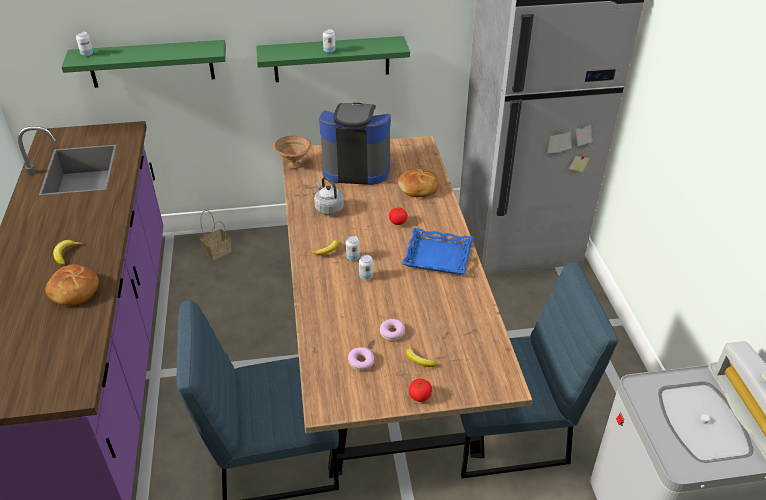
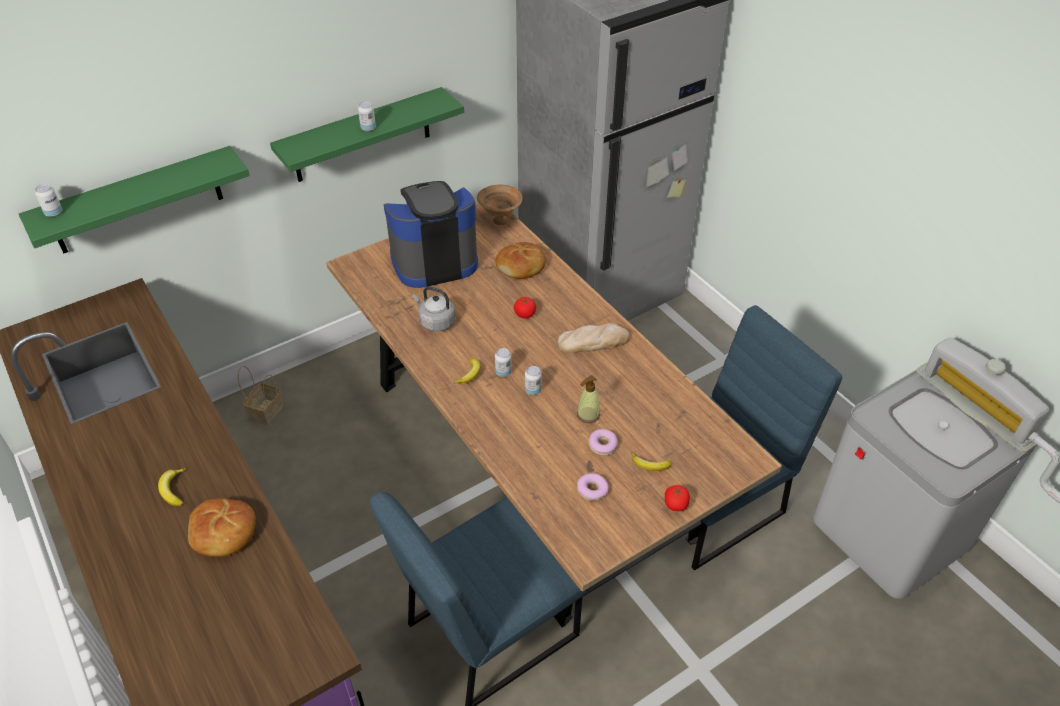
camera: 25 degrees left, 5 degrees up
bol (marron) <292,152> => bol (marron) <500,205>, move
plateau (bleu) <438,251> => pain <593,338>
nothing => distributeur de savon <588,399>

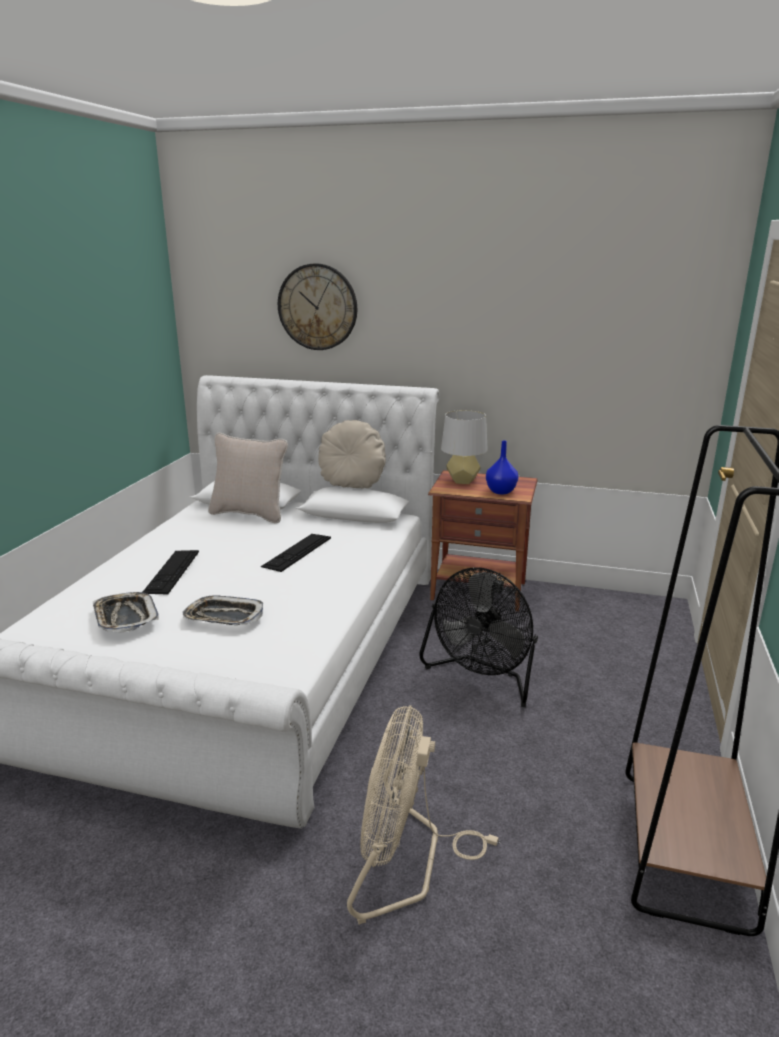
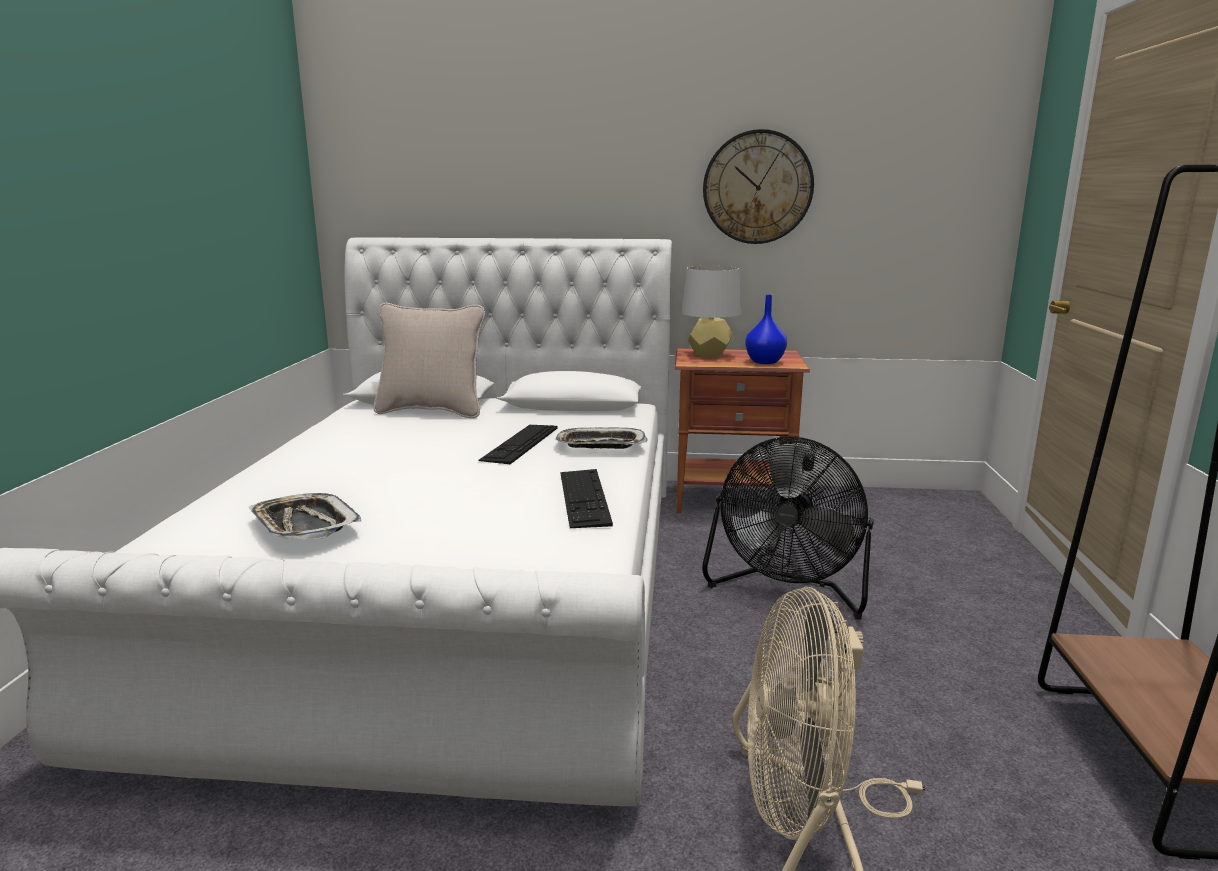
camera: 10 degrees left, 5 degrees down
plateau <223,610> => plateau <601,438>, move
clavier <171,572> => clavier <586,498>, move
horloge murale <317,306> => horloge murale <758,186>, move
coussin (beige) <352,454> => nothing

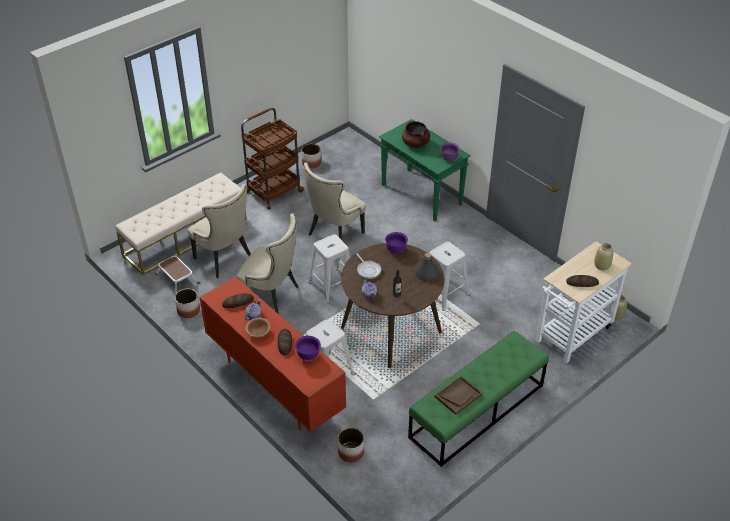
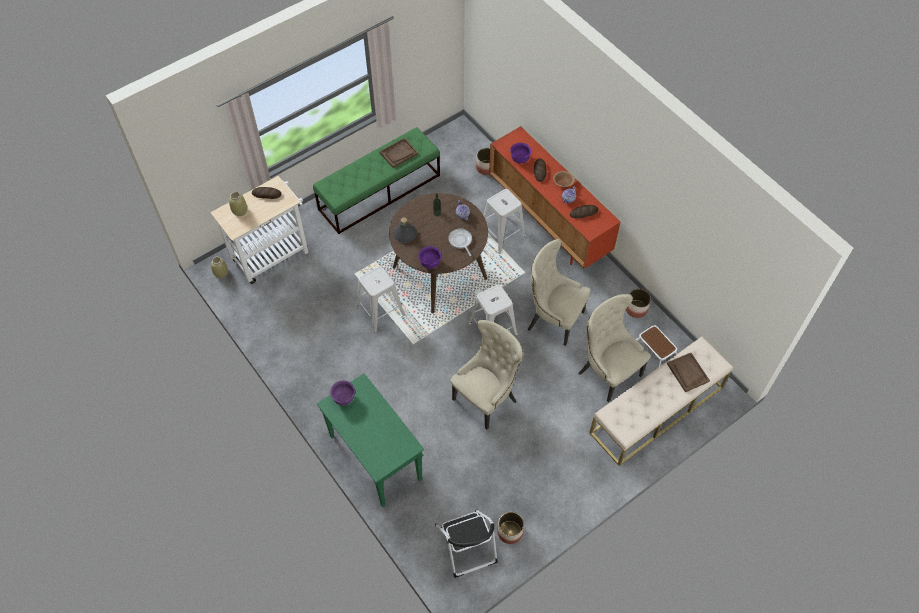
camera: 175 degrees left, 15 degrees up
nothing => escabeau <466,544>
nothing => plateau (marron) <688,372>
chariot (marron) <272,159> => nothing
marmite (marron) <416,134> => nothing

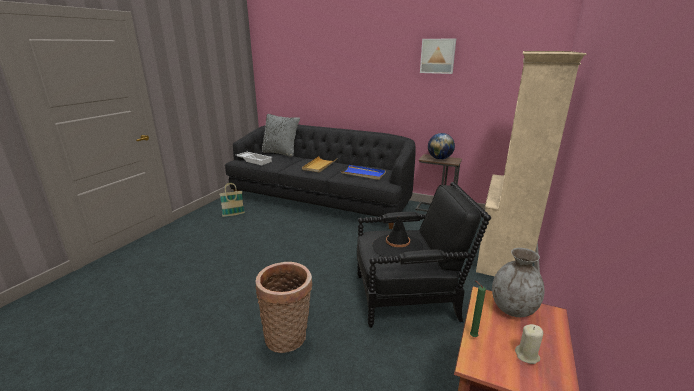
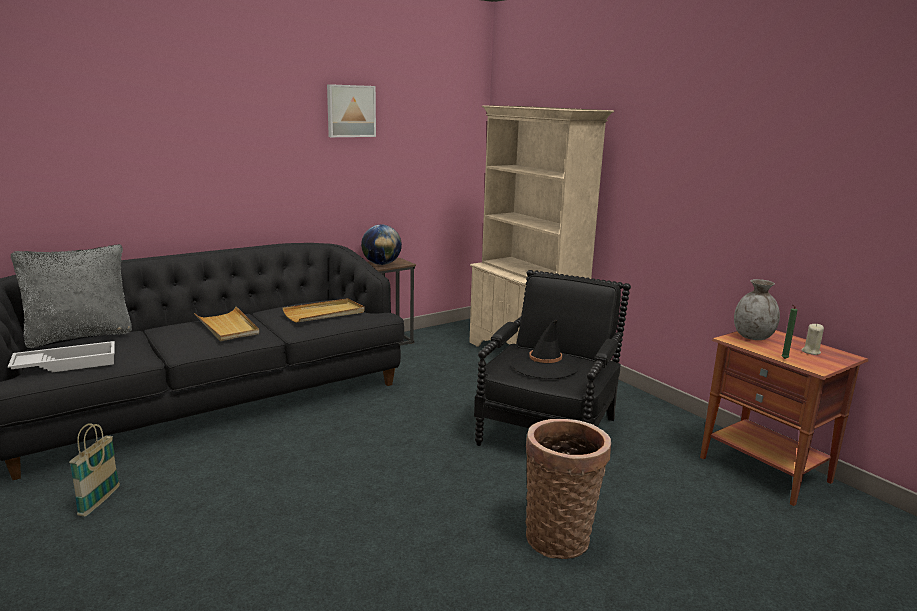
camera: 60 degrees left, 5 degrees down
plateau (bleu) <363,172> => plateau (beige) <323,310>

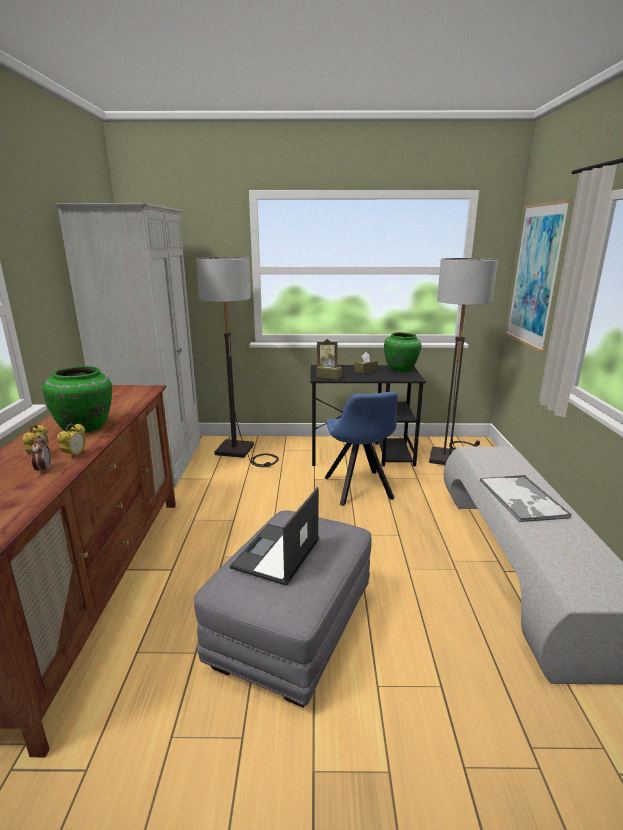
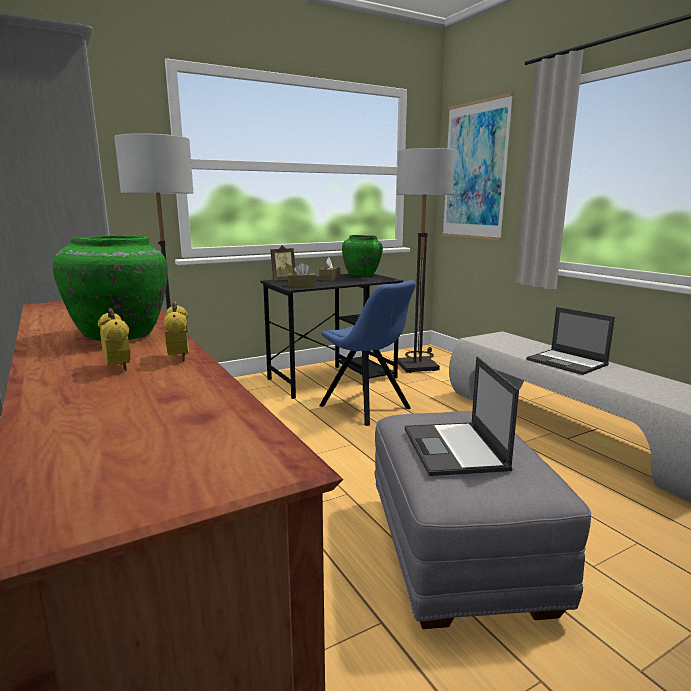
camera: 30 degrees left, 5 degrees down
plateau <526,498> => ordinateur portable <570,341>
réveil <41,454> => nothing

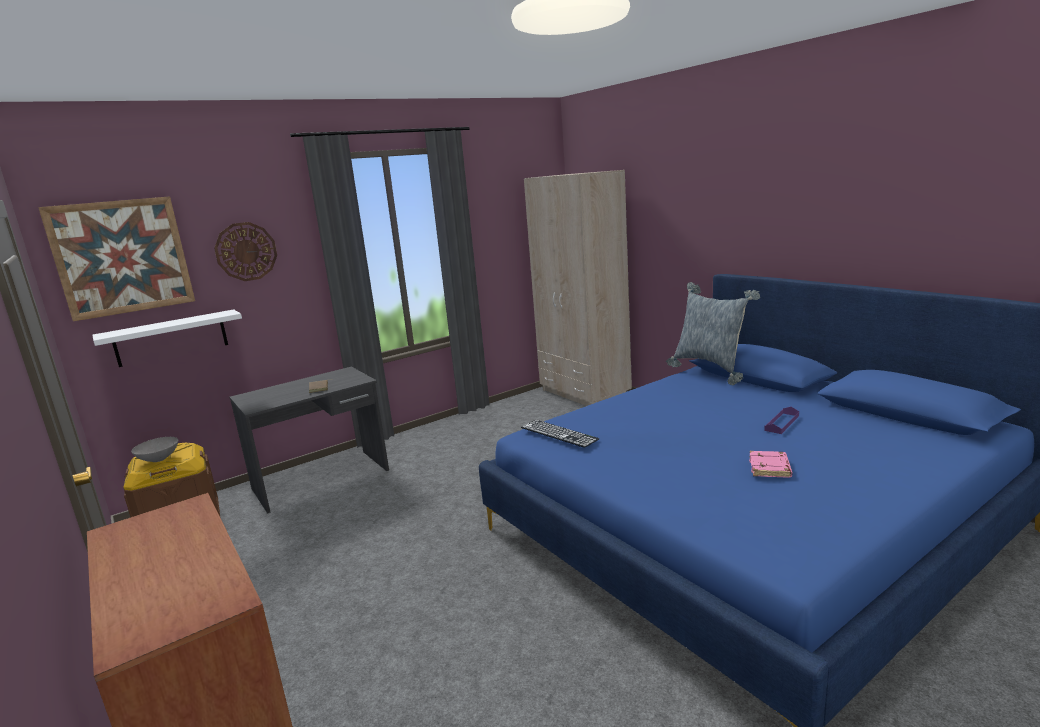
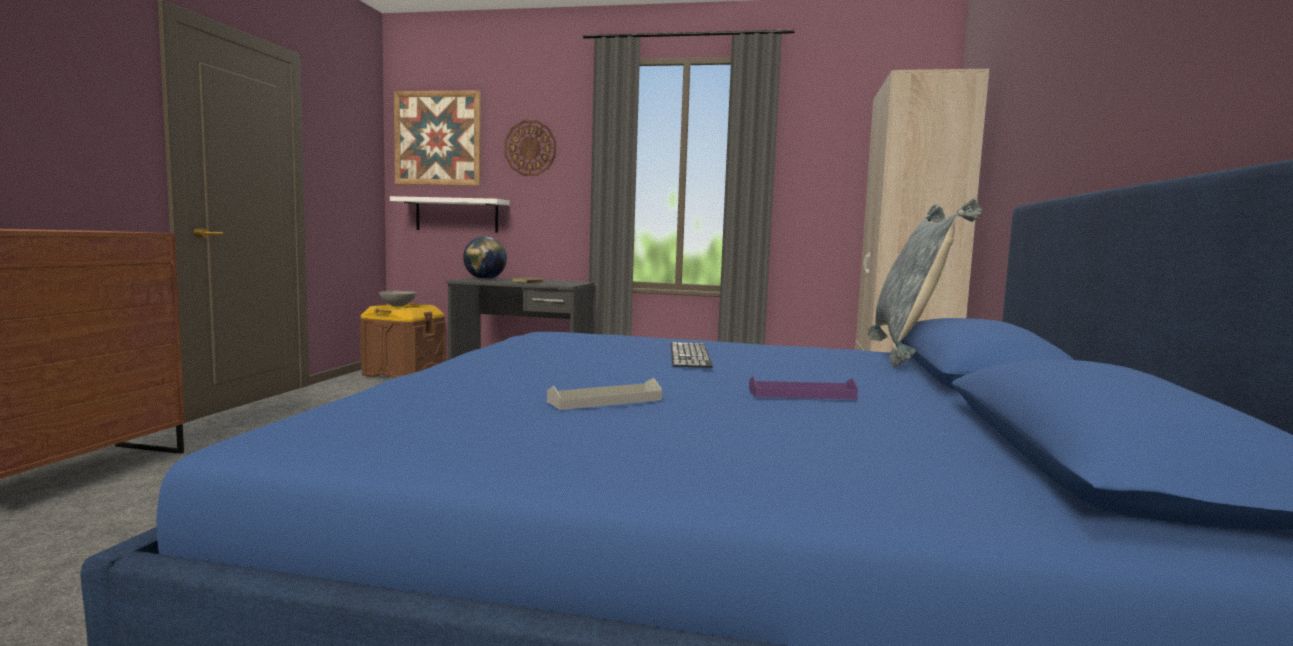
camera: 45 degrees right, 10 degrees down
nothing => globe <485,257>
livre (rose) <770,464> => plateau (gris) <604,394>
clavier <560,434> => clavier <692,355>, move

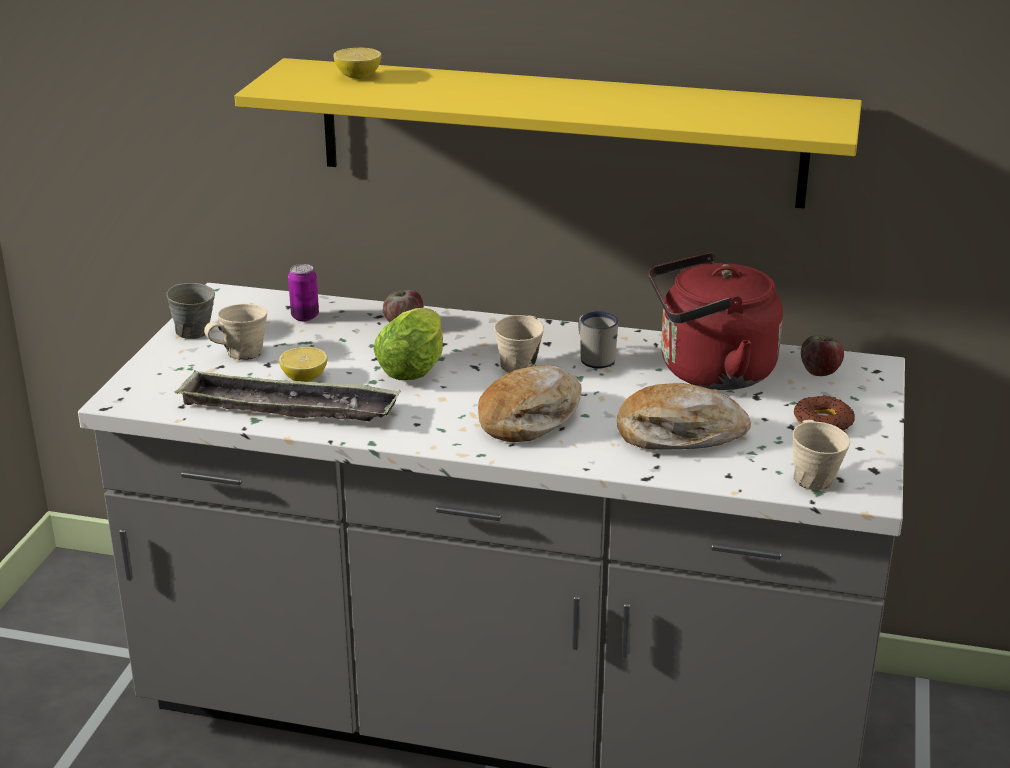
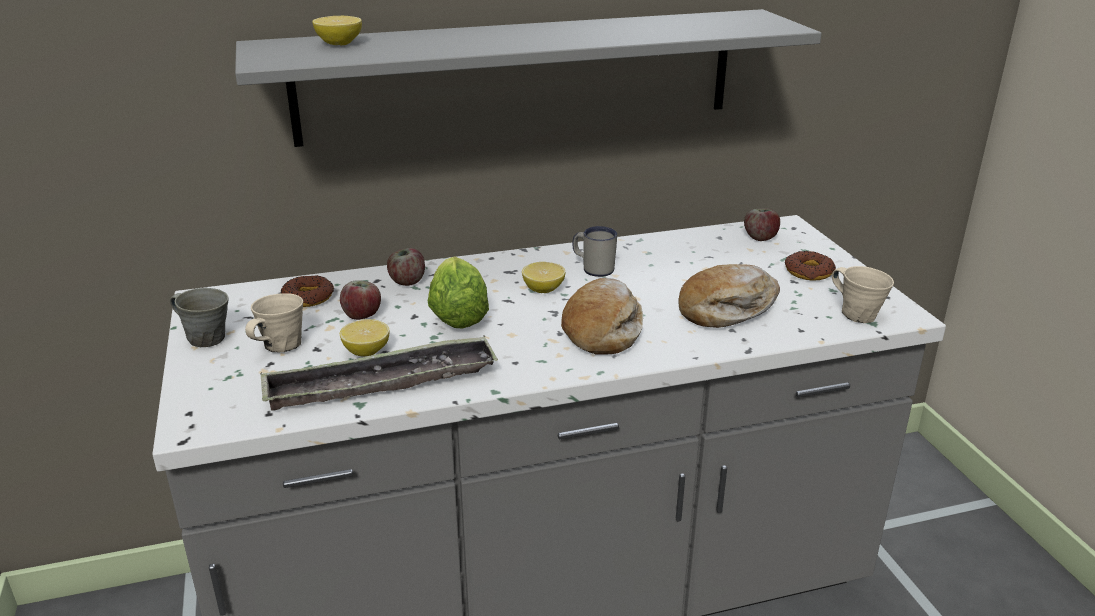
camera: 30 degrees left, 0 degrees up
étagère (jaune) <548,133> => étagère (gris) <528,78>
boîte métallique <303,293> => beignet <307,291>
nothing => pomme <360,300>
mug (beige) <519,344> => citron <543,277>
bouilloire (rouge) <716,321> => nothing

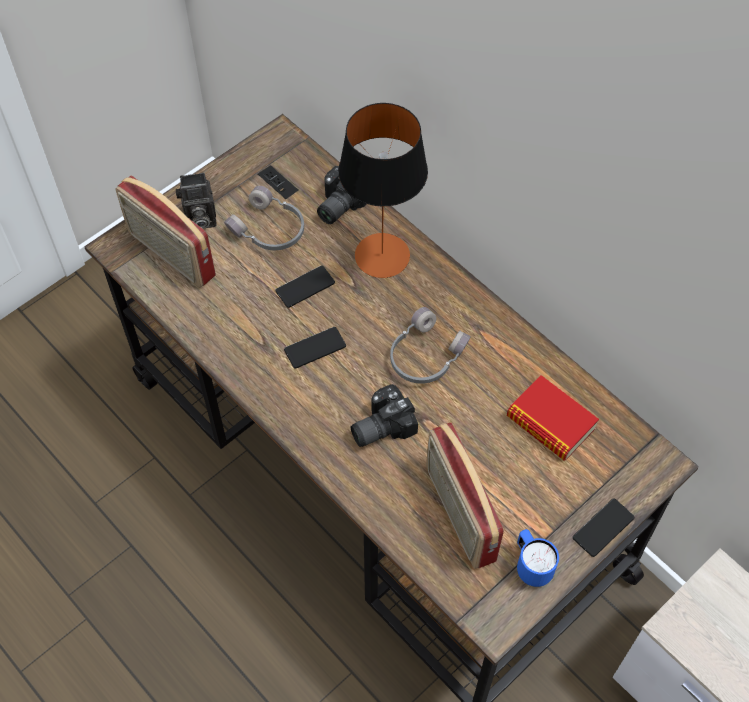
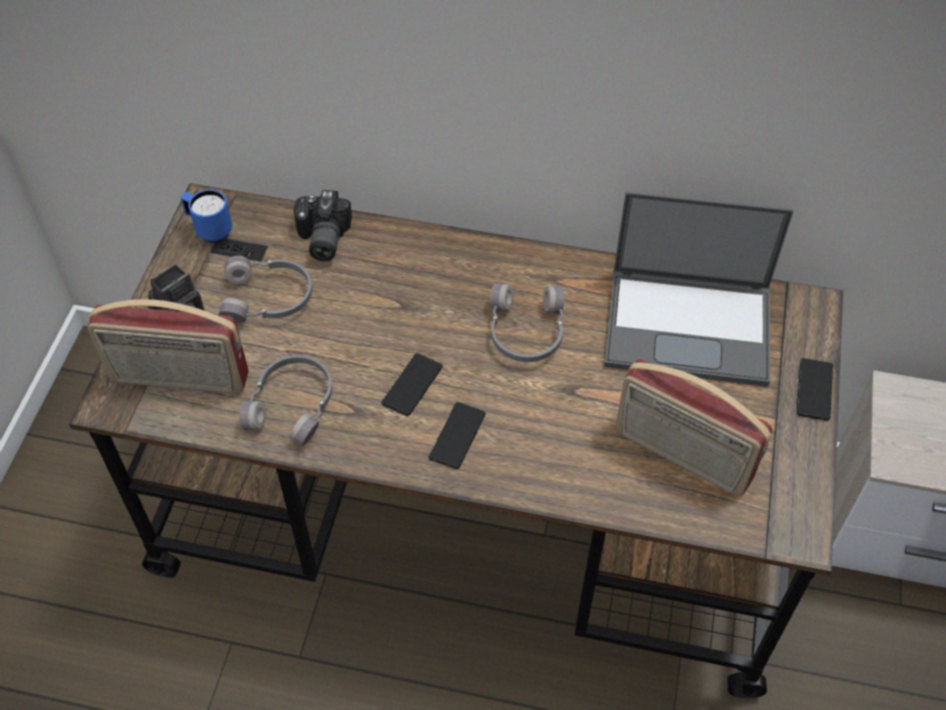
camera: 35 degrees left, 5 degrees down
mug (bleu) <538,558> => mug (bleu) <206,216>, move
nothing => casque audio (gris) <285,400>
téléphone <305,286> => téléphone <457,435>, move
livre <553,418> => ordinateur portable <699,288>
lampe de table <383,190> => nothing
appareil photo <384,415> => nothing

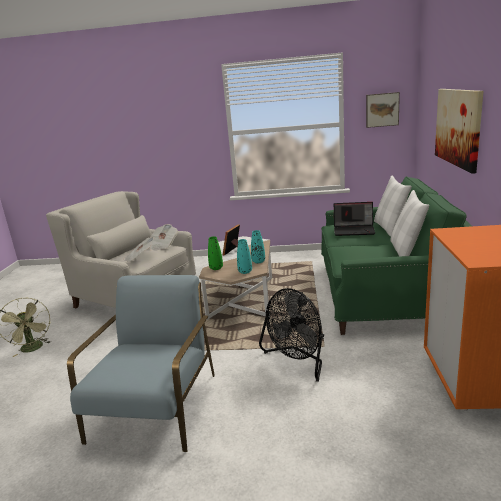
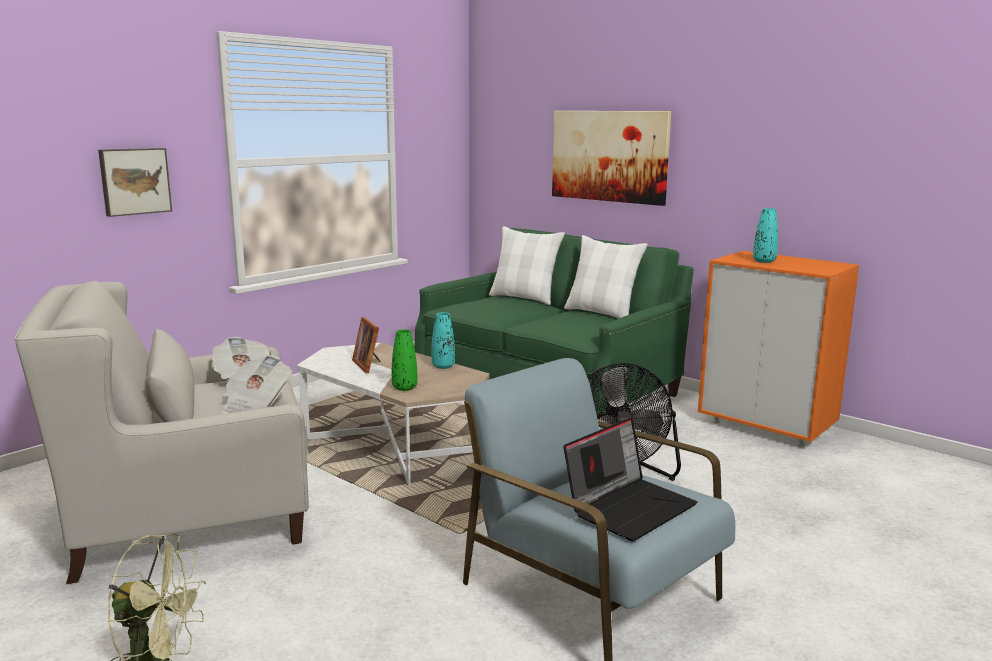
camera: 55 degrees left, 5 degrees down
tableau <383,110> => tableau <135,182>, move
ordinateur portable <354,219> => ordinateur portable <630,479>, move
vase (turquoise) <244,256> => vase (turquoise) <765,235>, move

